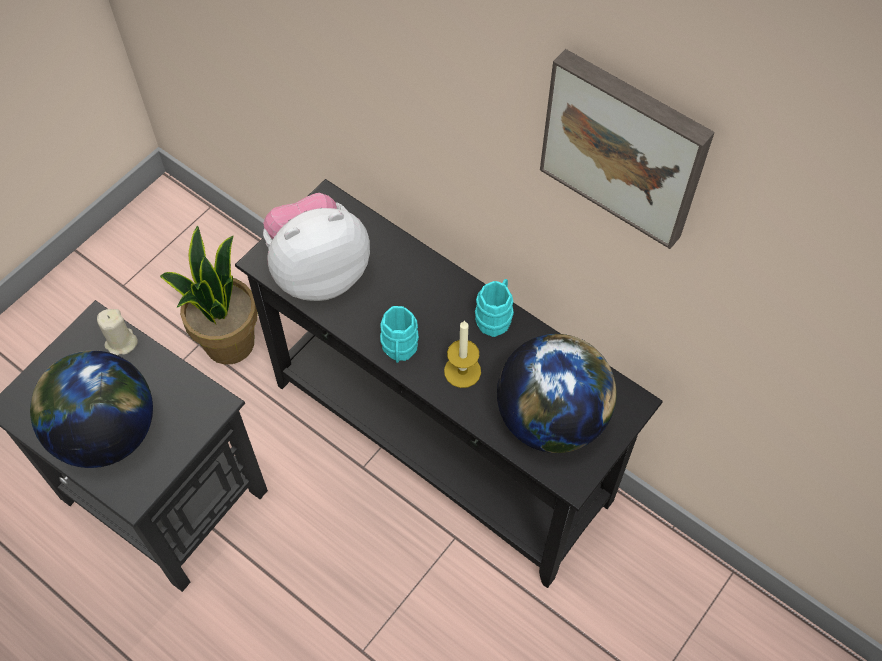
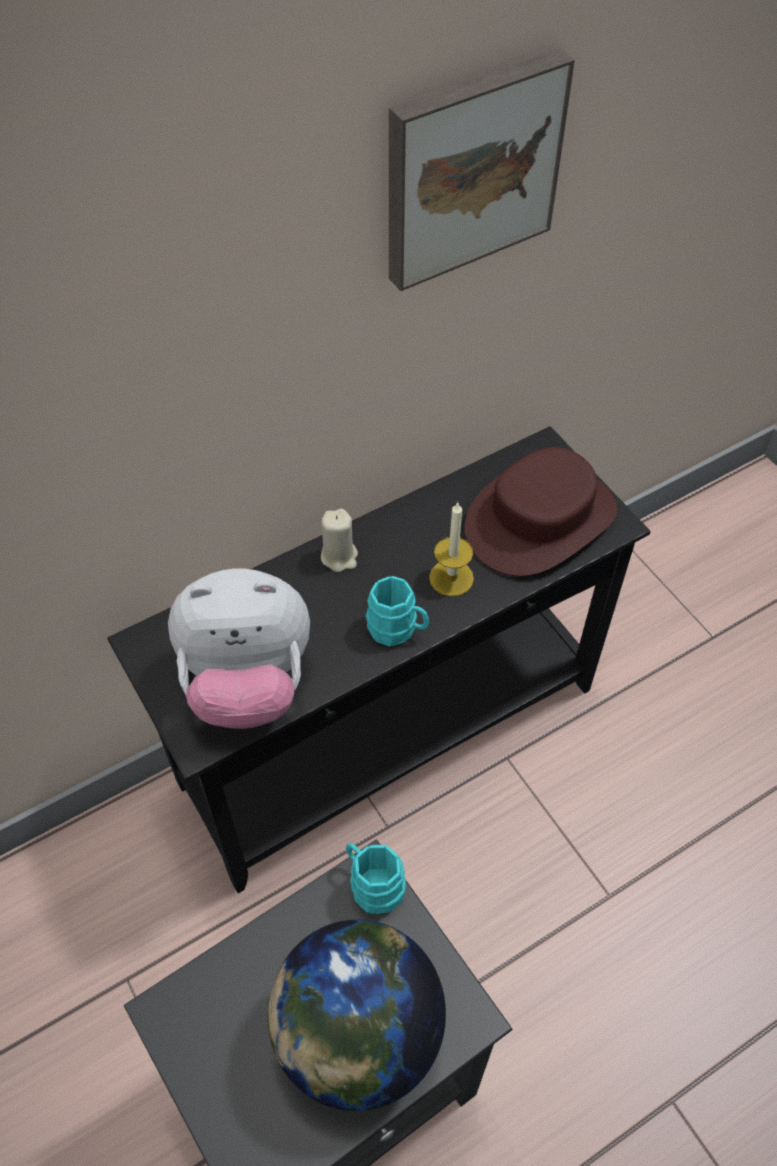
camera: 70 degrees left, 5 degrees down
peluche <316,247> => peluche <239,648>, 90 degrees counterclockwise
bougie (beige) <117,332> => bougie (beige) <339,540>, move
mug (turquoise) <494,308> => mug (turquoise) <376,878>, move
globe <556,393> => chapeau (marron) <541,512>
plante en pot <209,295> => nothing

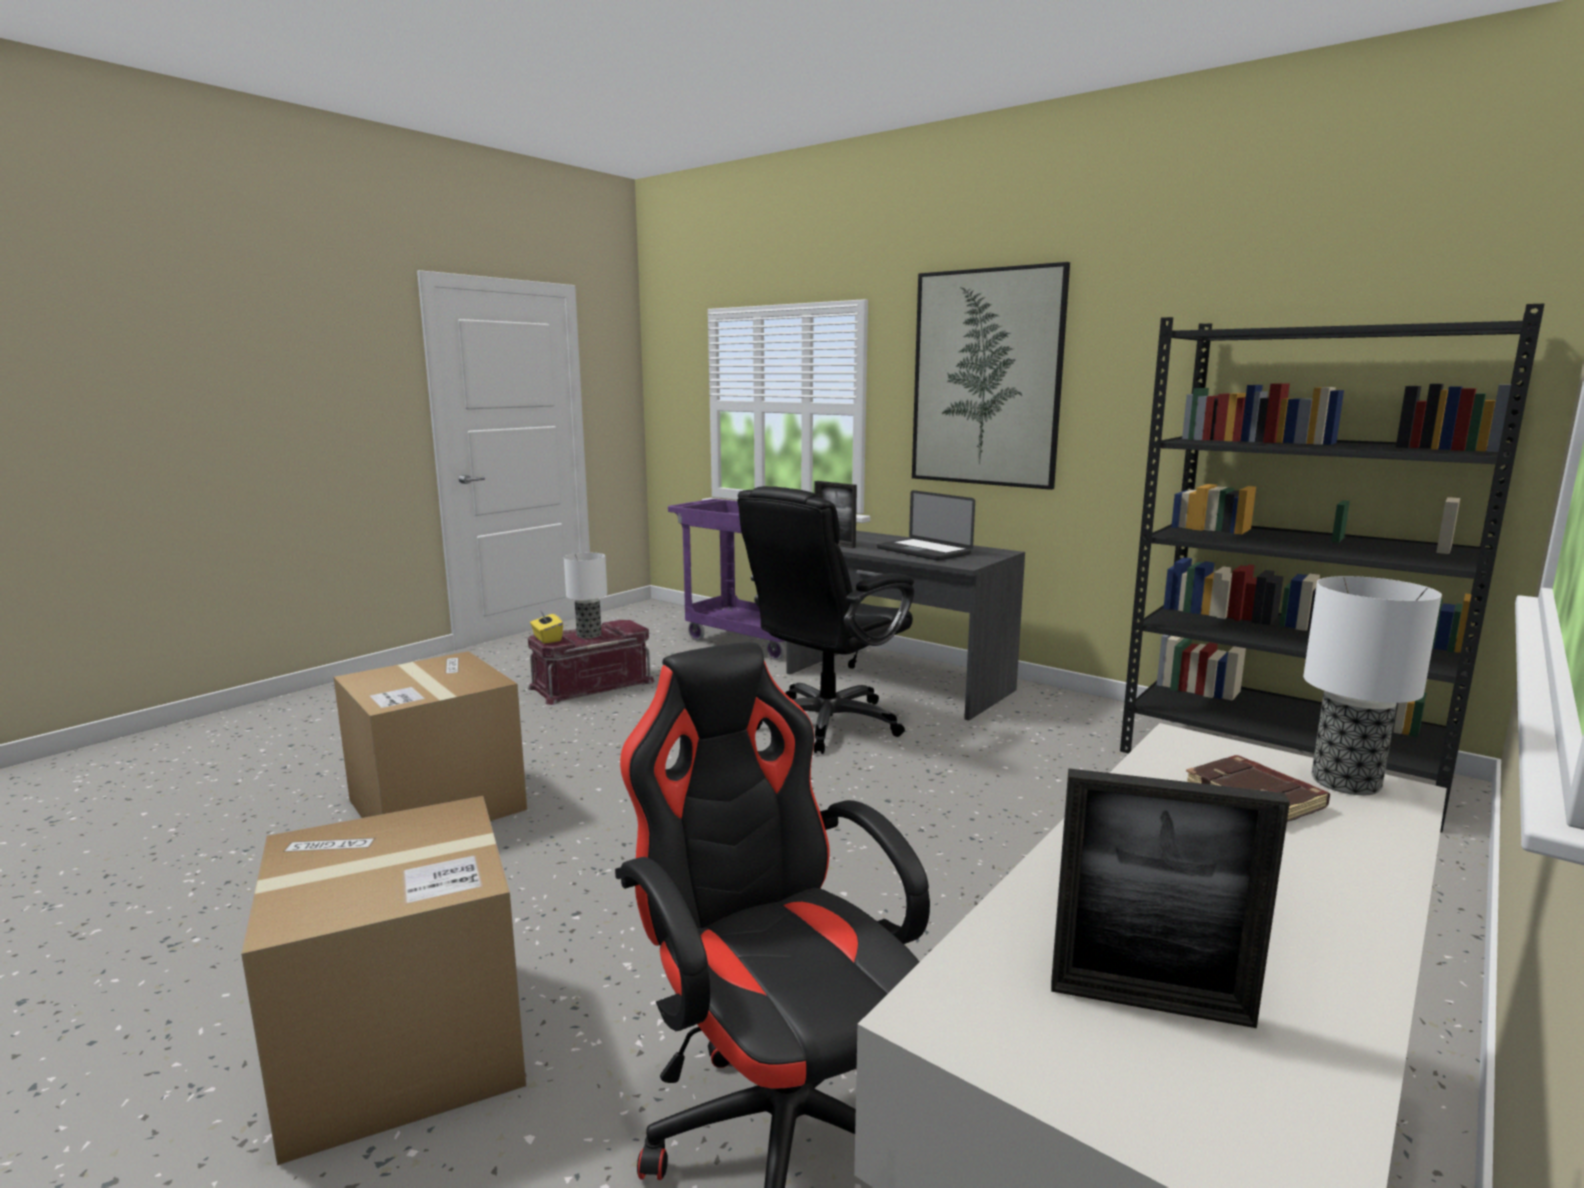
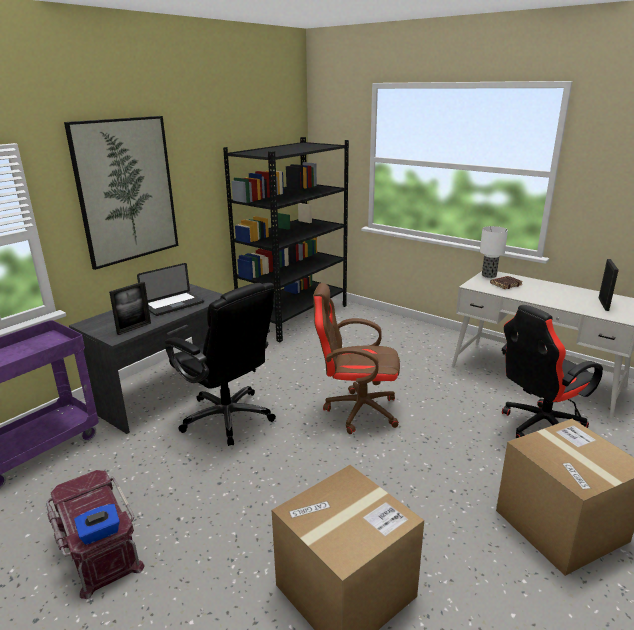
camera: 90 degrees left, 10 degrees up
boîte à mouchoirs (jaune) <546,627> => boîte à mouchoirs (bleu) <97,524>
nothing => chaise de bureau (marron) <356,358>
lampe de table <585,595> => nothing

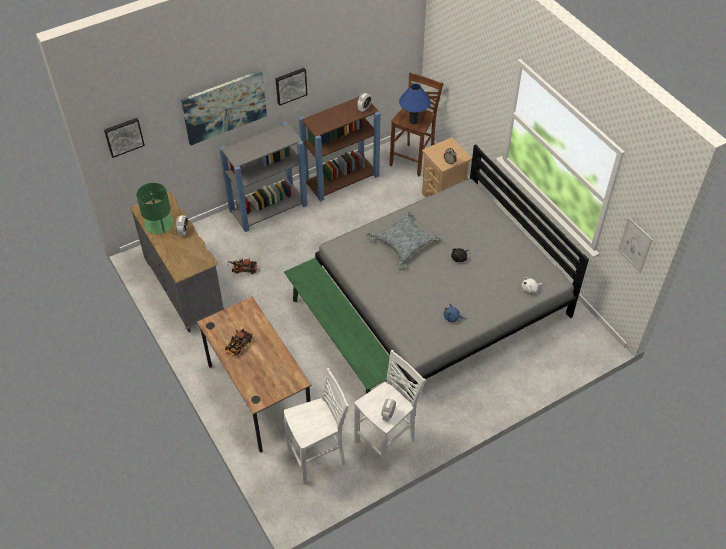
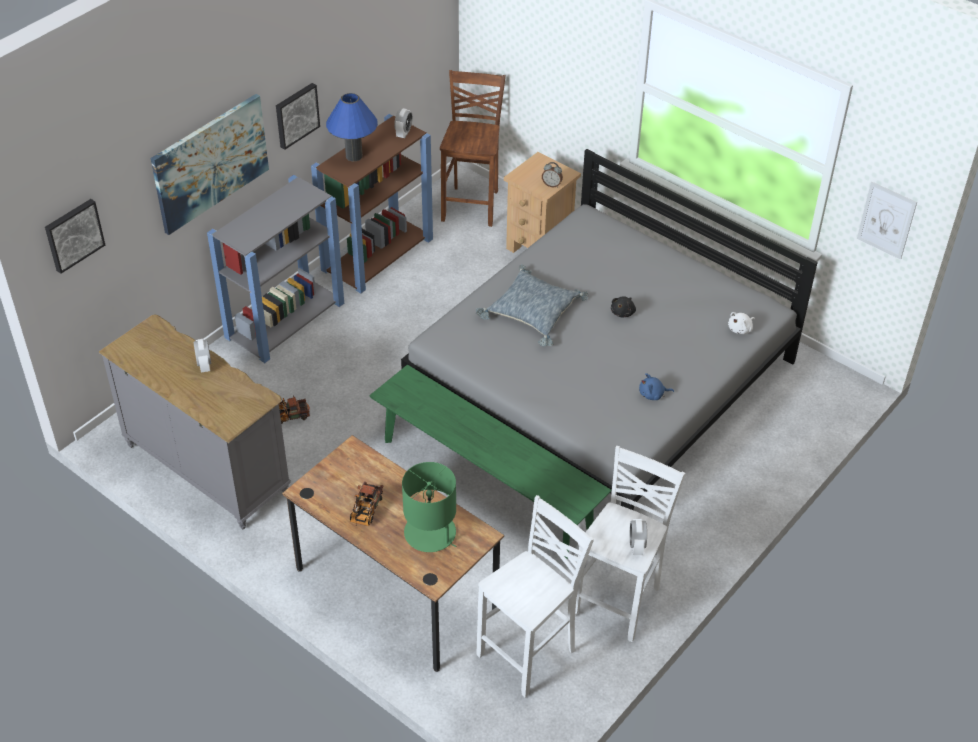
camera: 20 degrees left, 5 degrees down
lampe de table (bleu) <415,104> => lampe de table (bleu) <352,127>, move
lampe de table (vert) <154,208> => lampe de table (vert) <429,507>, move

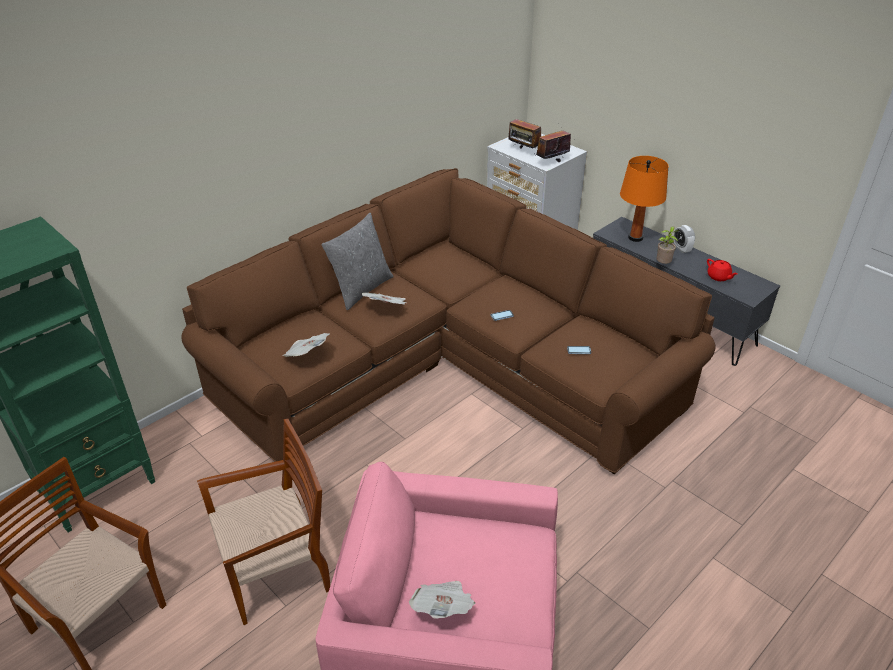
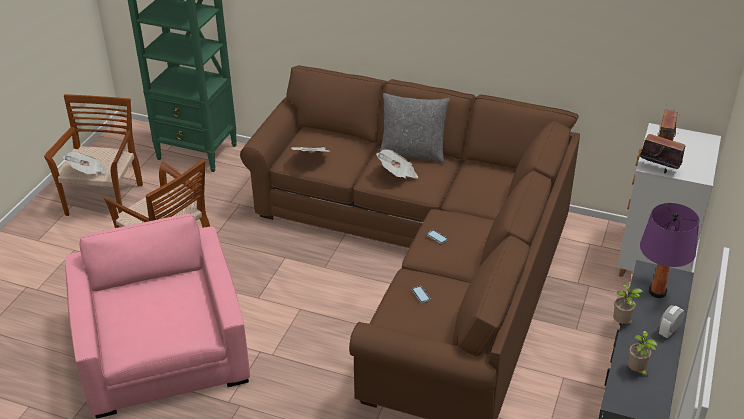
camera: 65 degrees right, 0 degrees up
journal <442,599> => journal <86,163>, move
théière (rouge) <722,270> => plante en pot <642,354>
lampe de table (orange) <644,199> => lampe de table (violet) <670,250>

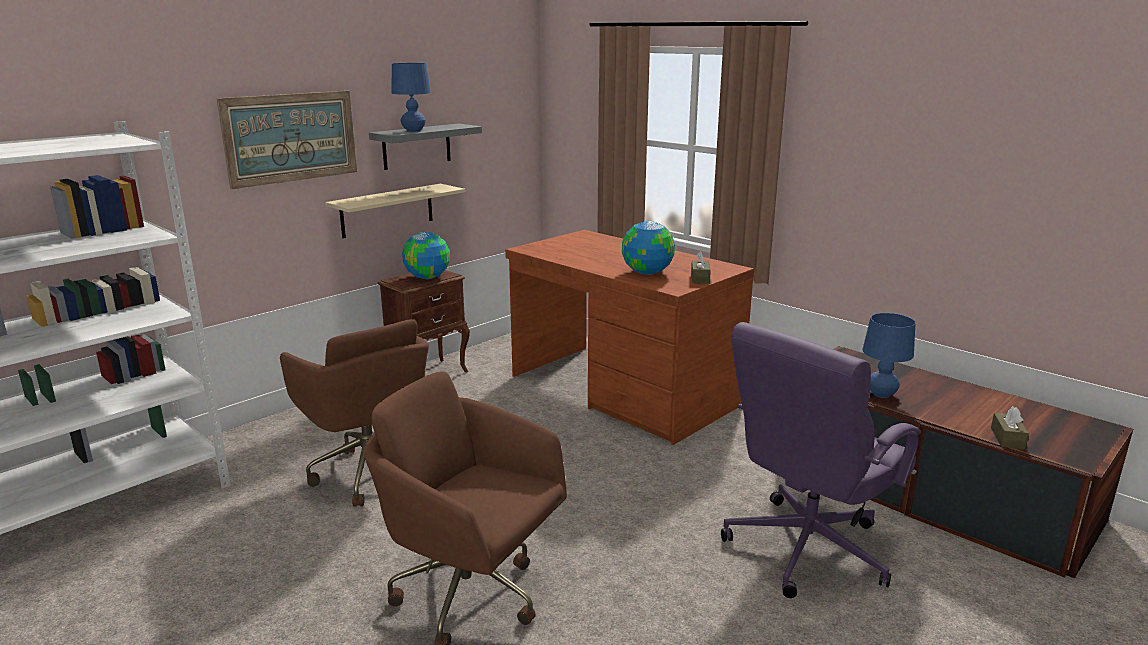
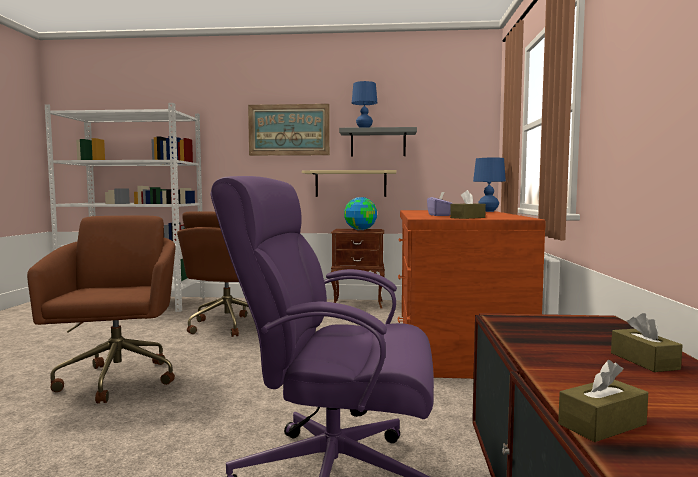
camera: 50 degrees right, 15 degrees down
globe <648,248> => boîte à mouchoirs (violet) <440,204>
lampe de table (bleu) <889,355> => lampe de table (bleu) <489,185>, move
nothing => boîte à mouchoirs (marron) <647,342>

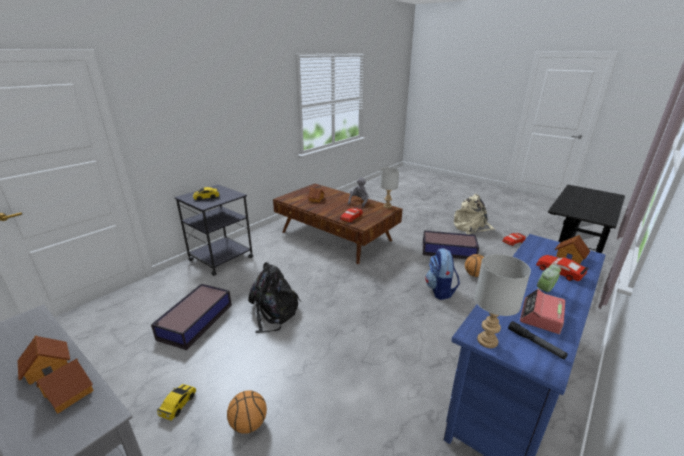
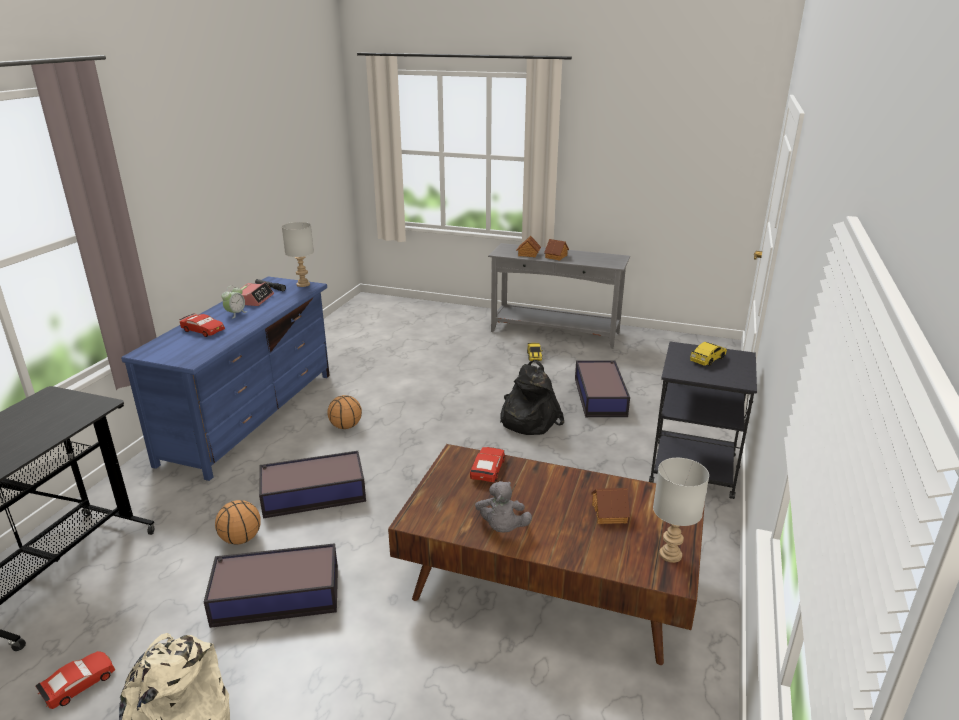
camera: 160 degrees right, 0 degrees up
sac à dos <442,274> => boîte de rangement <312,484>
ballon de basket <247,412> => ballon de basket <344,412>, move
lampe de table (gris) <389,187> => lampe de table (gris) <681,510>, move
maison miniature <572,249> => nothing

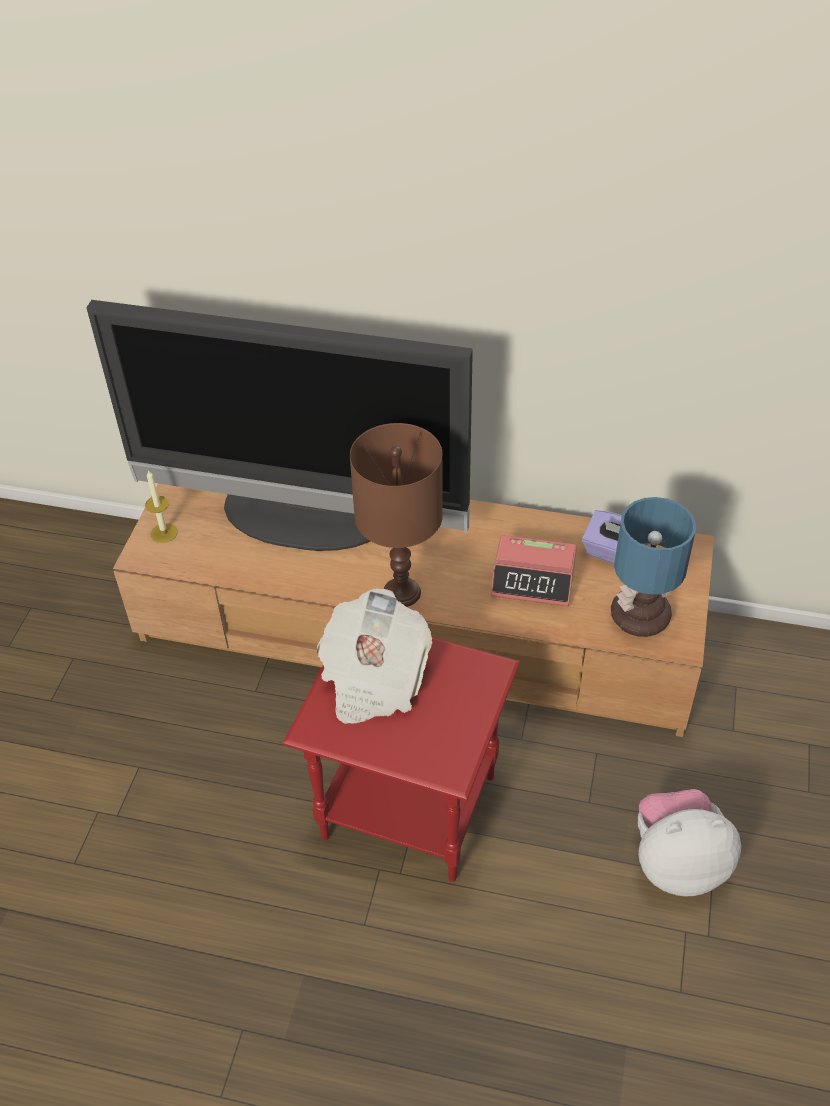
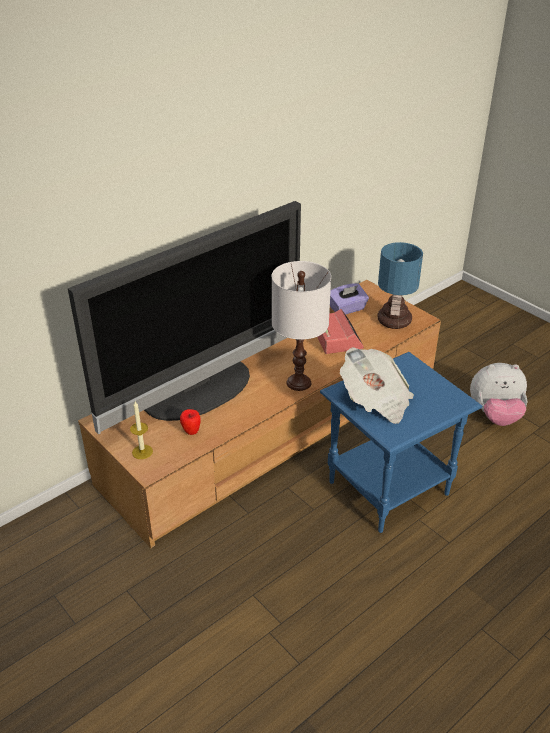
camera: 55 degrees left, 10 degrees down
nothing => pomme <190,422>
lampe de table (marron) <396,515> => lampe de table (blanc) <301,326>
réveil <534,571> => réveil <340,331>, 60 degrees counterclockwise
table d'appoint (rouge) <401,759> => table d'appoint (bleu) <401,442>
peluche <689,842> => peluche <499,394>, 120 degrees counterclockwise

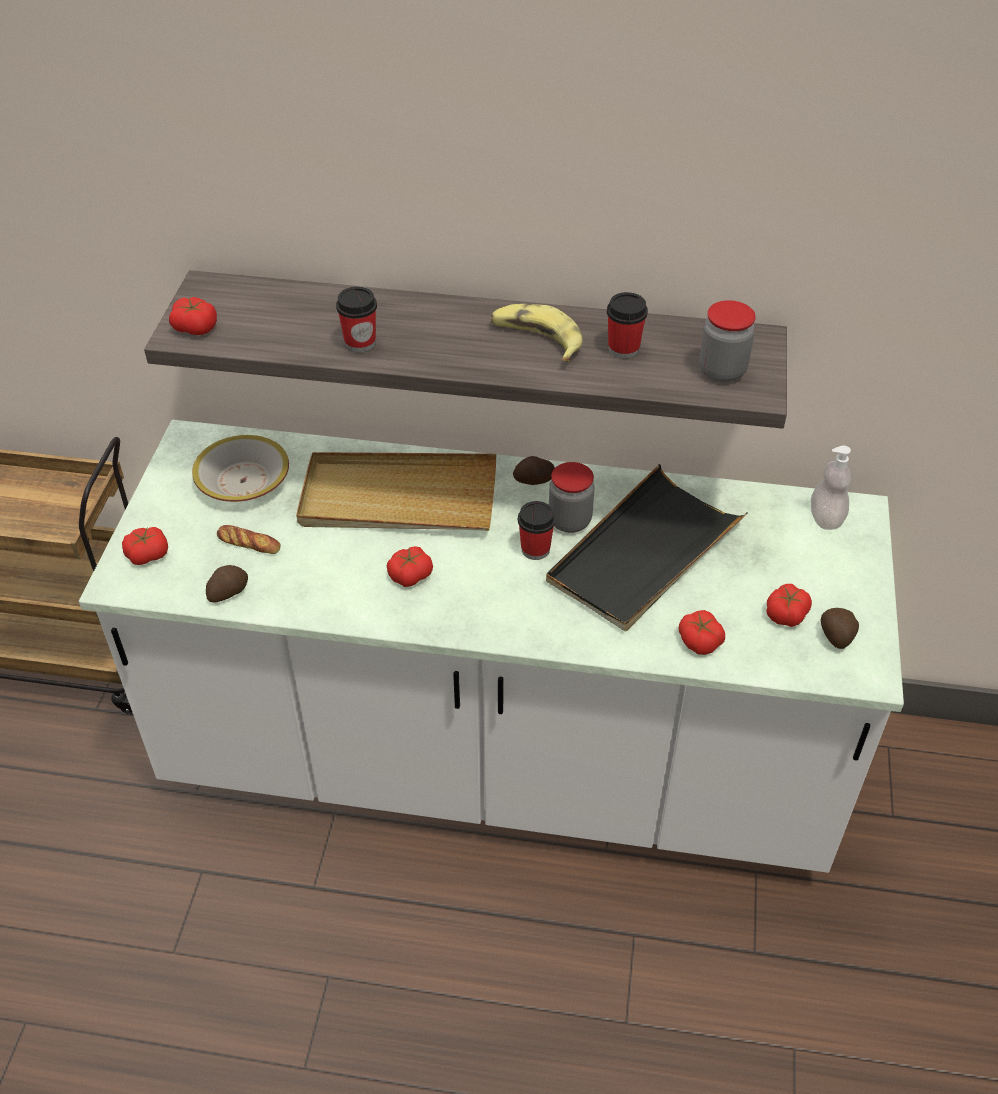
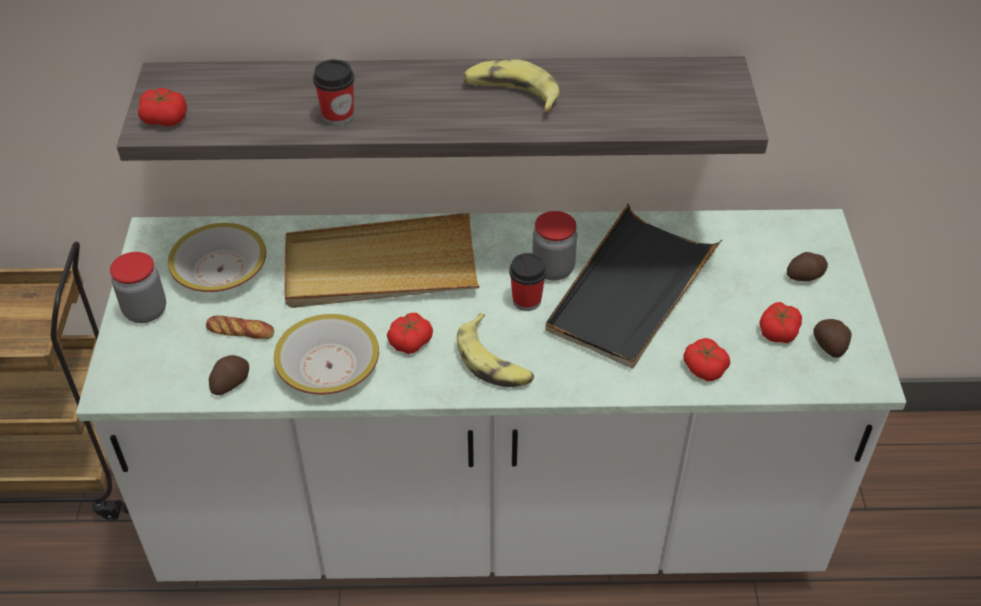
camera: 10 degrees left, 0 degrees up
bocal <727,341> => bocal <138,287>, move
nothing => bol <326,354>
nothing => banane <495,350>
pomme de terre <534,470> => pomme de terre <807,266>, move
tomate <145,546> => nothing
tasse <627,325> => nothing
distributeur de savon <831,487> => nothing

